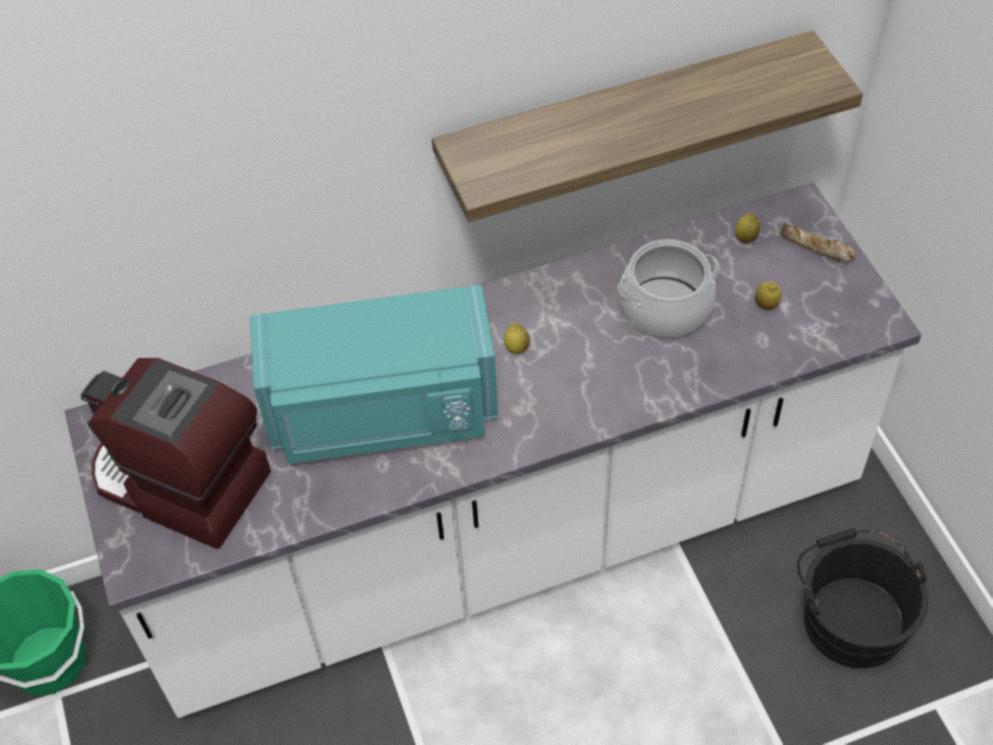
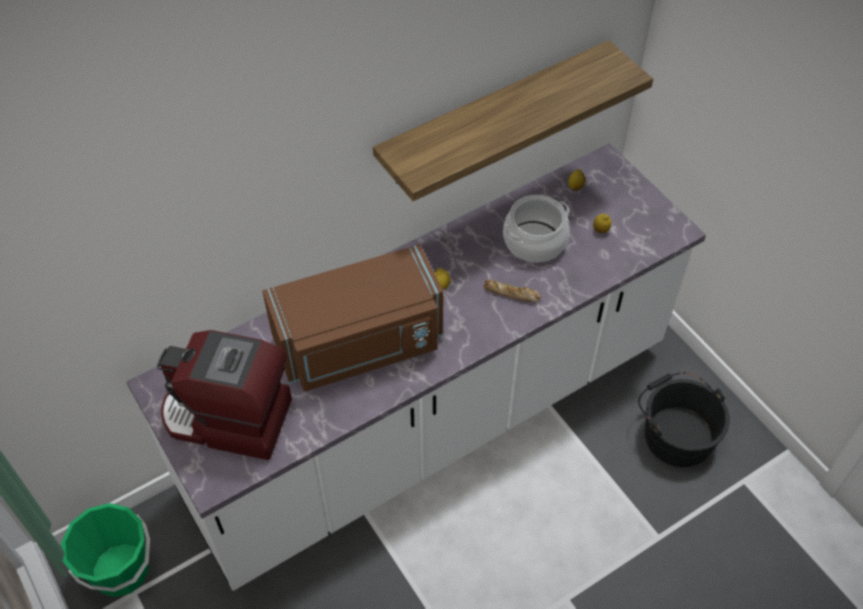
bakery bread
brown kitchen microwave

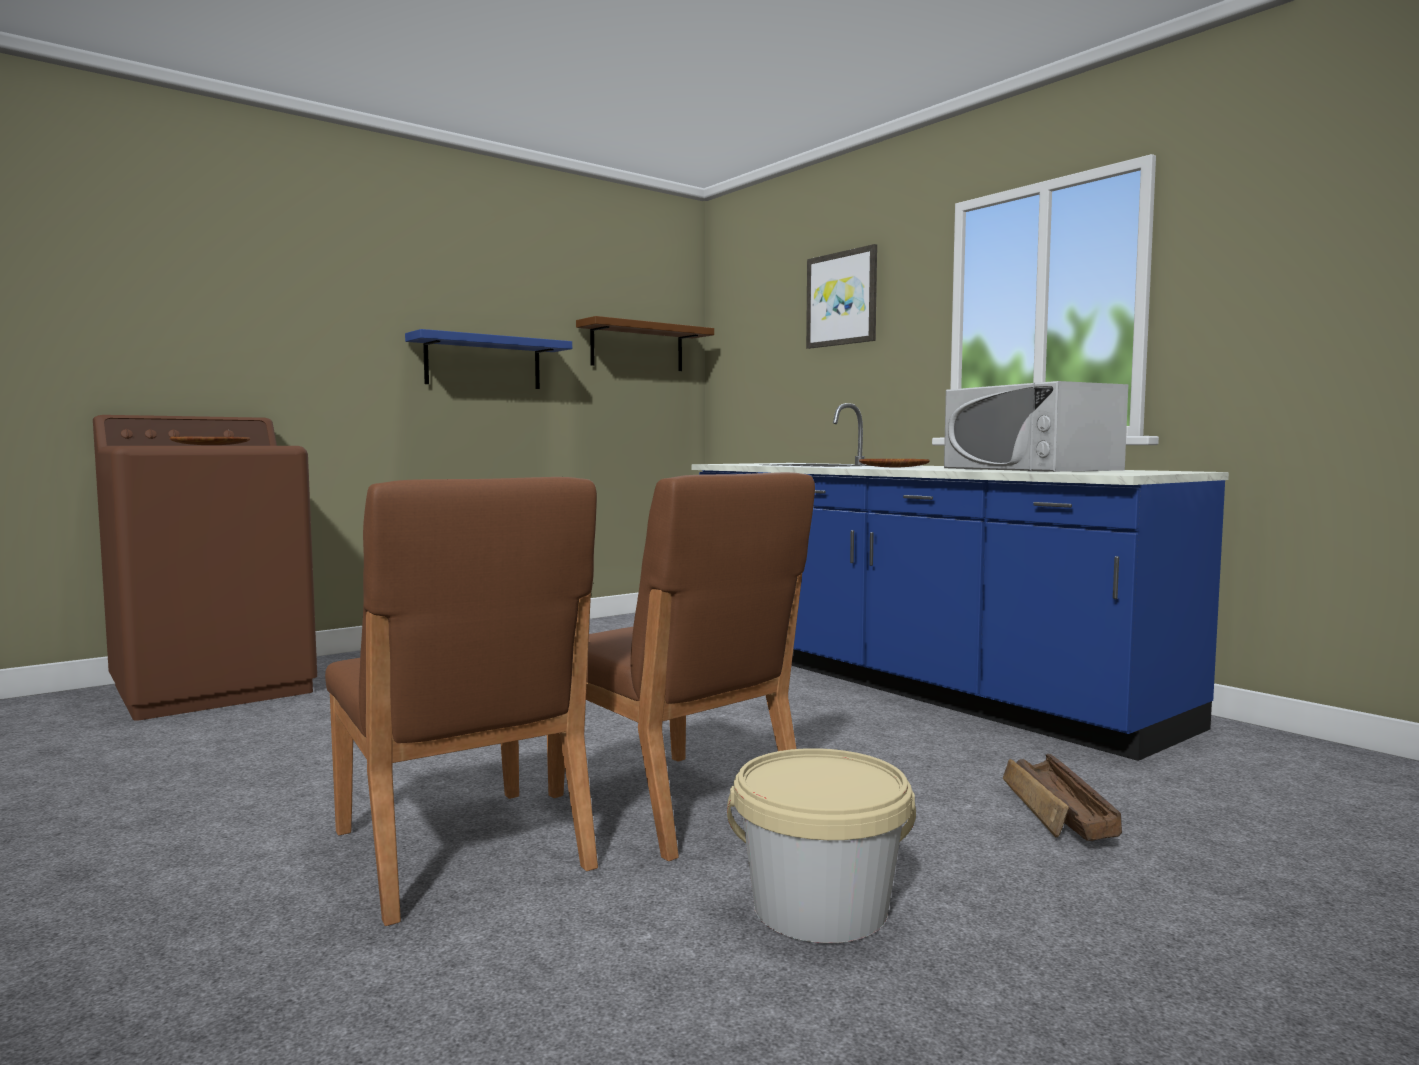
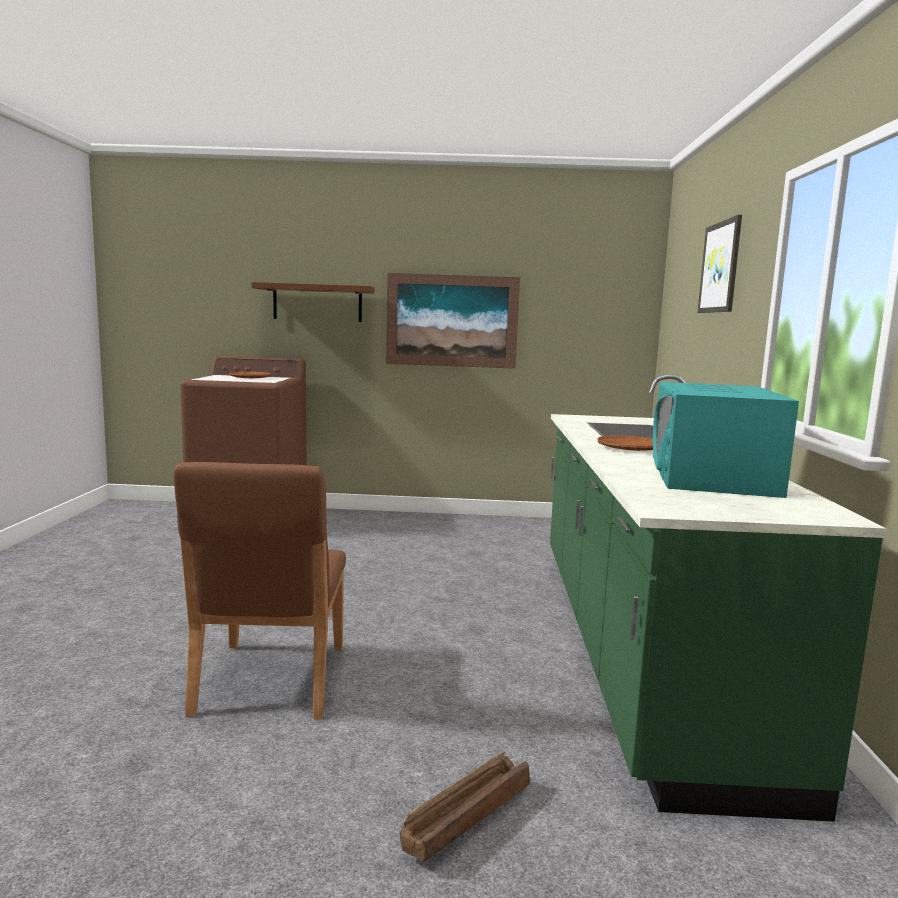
brown wall shelf
wall art (no. 1 from left)
turquoise kitchen microwave
green counter
brown upright chair (no. 1 from left in the first image)
sand-coloured bucket

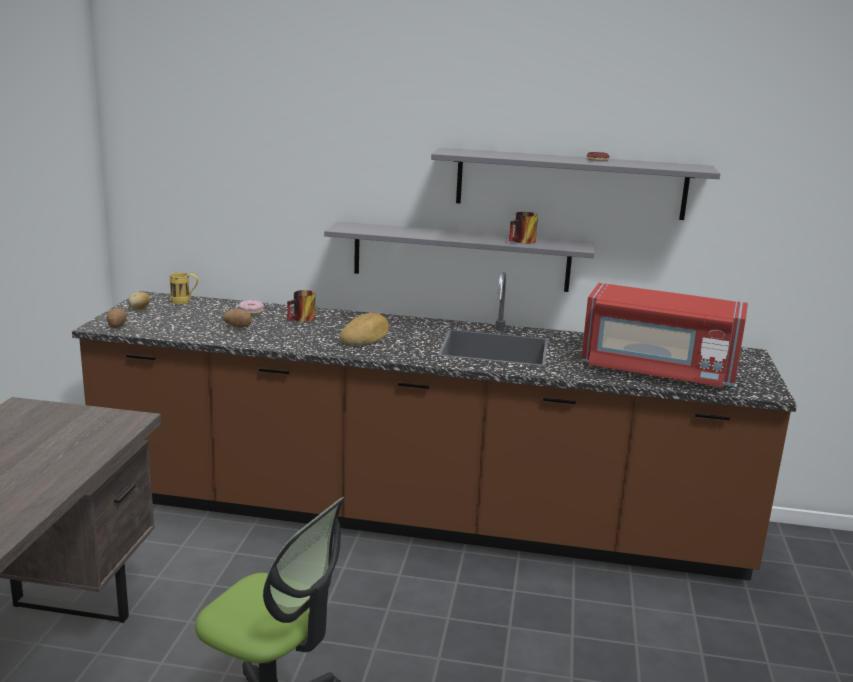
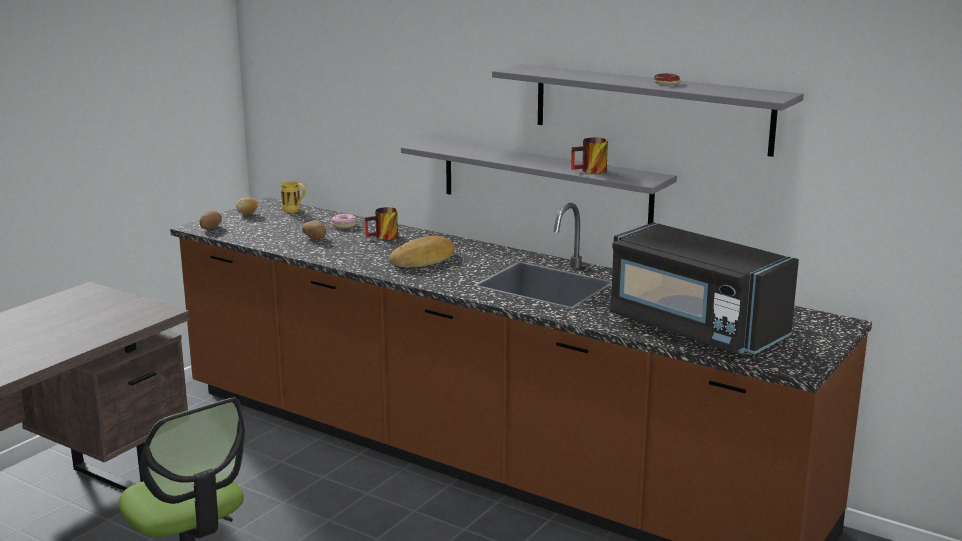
blackish kitchen microwave

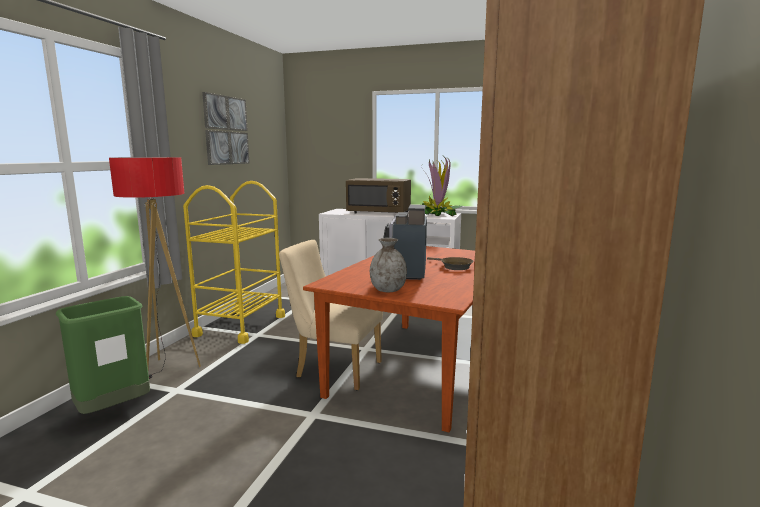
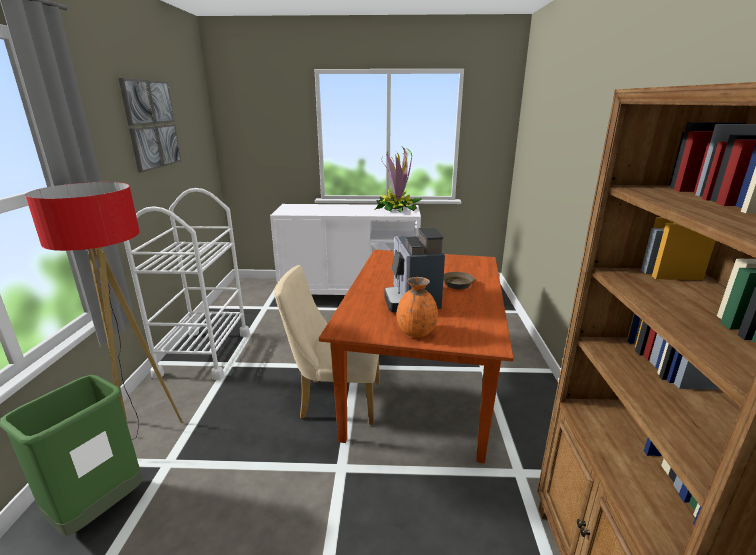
brown kitchen microwave
white cart
orange flower vase

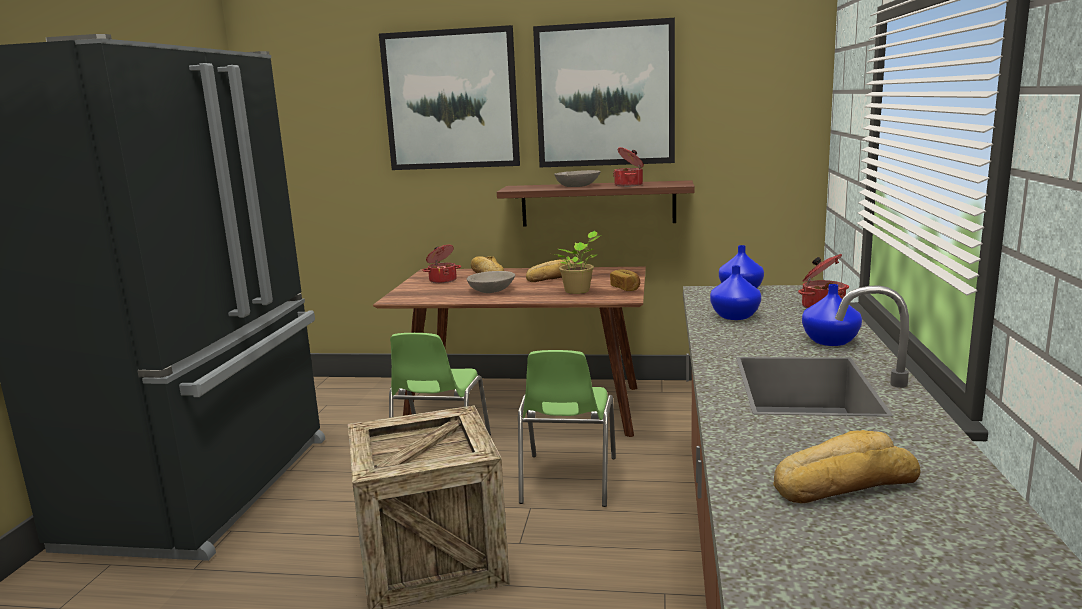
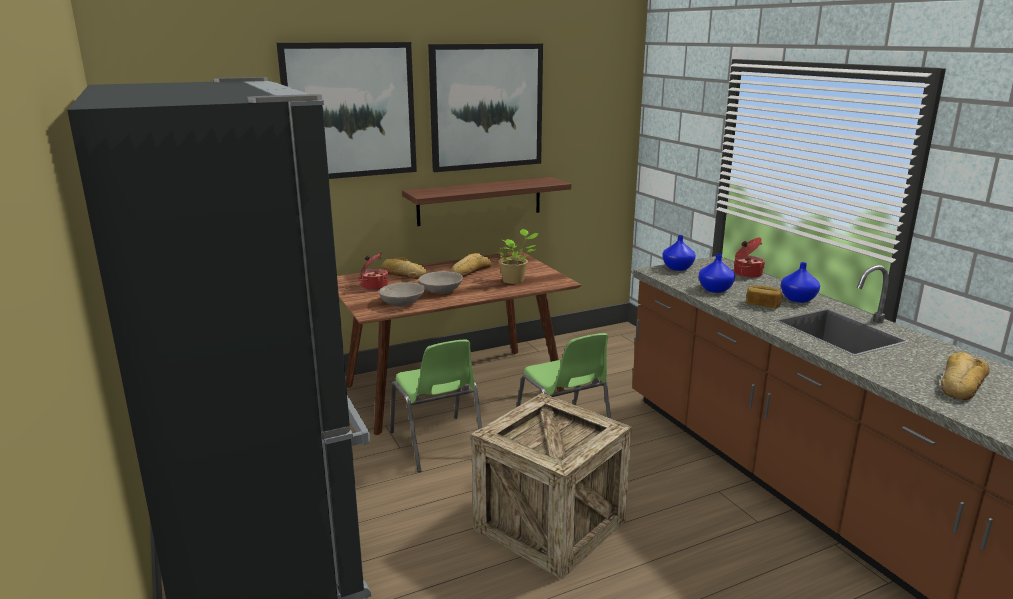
stockpot (no. 2 from left in the first image)
greyish bowl (no. 1 from left)
bakery bread (no. 3 from left)

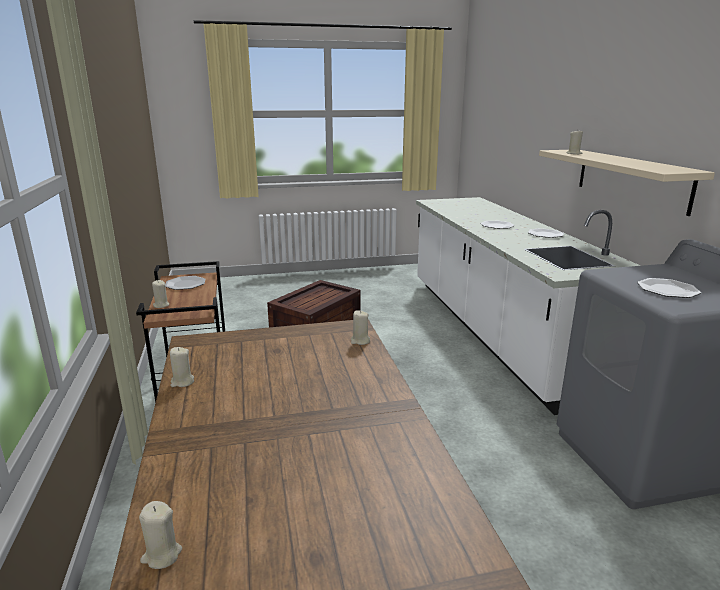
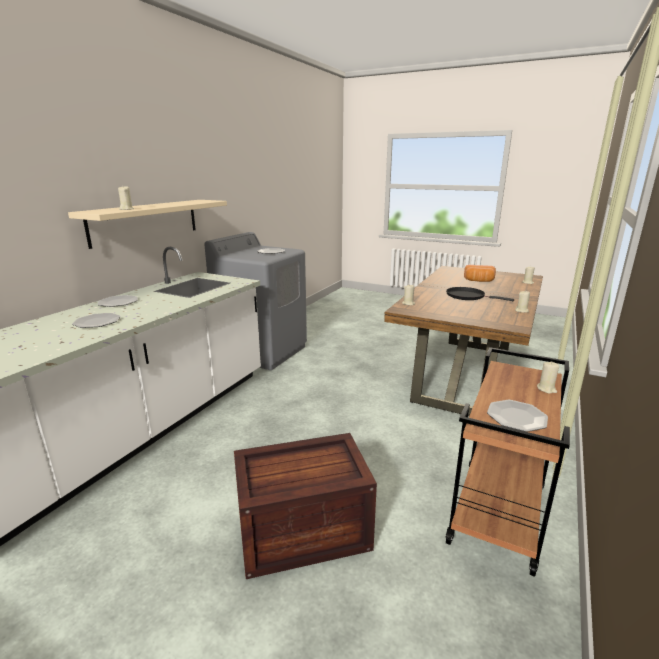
bakery bread
blackish skillet

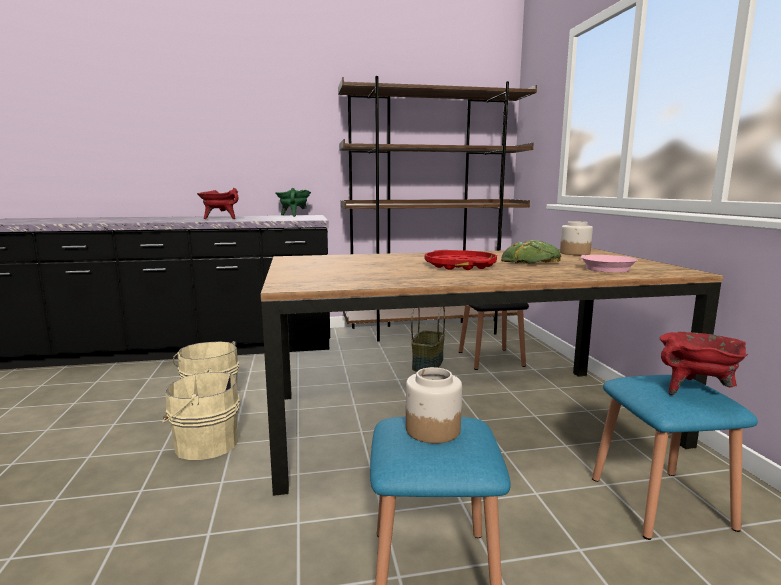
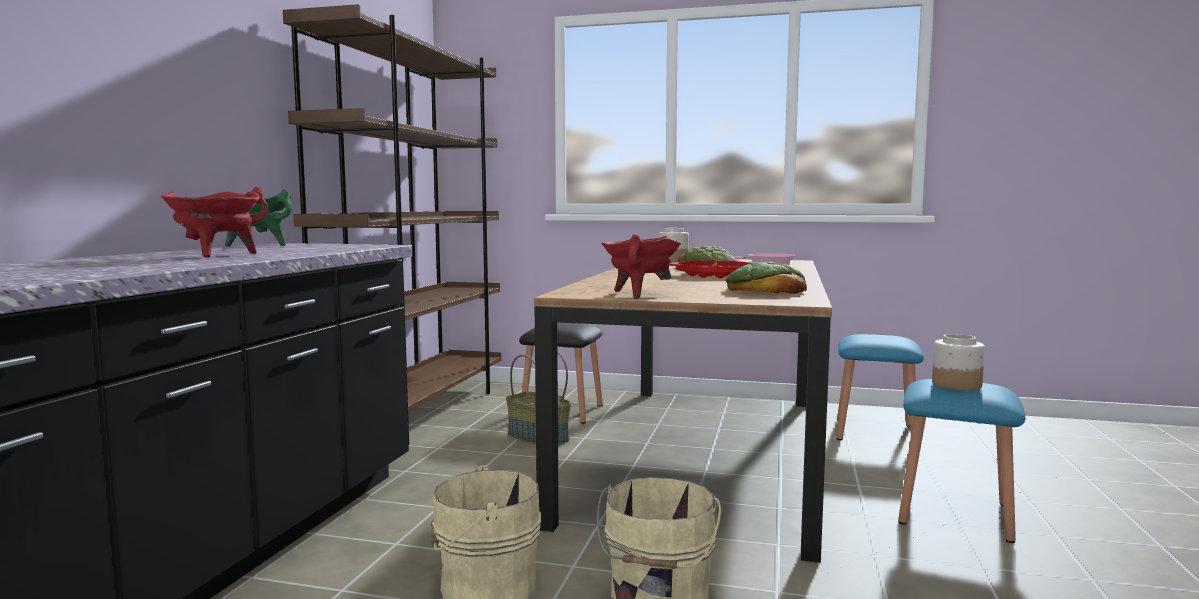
red-coloured stockpot (no. 2 from left)
bakery bread (no. 2 from left)

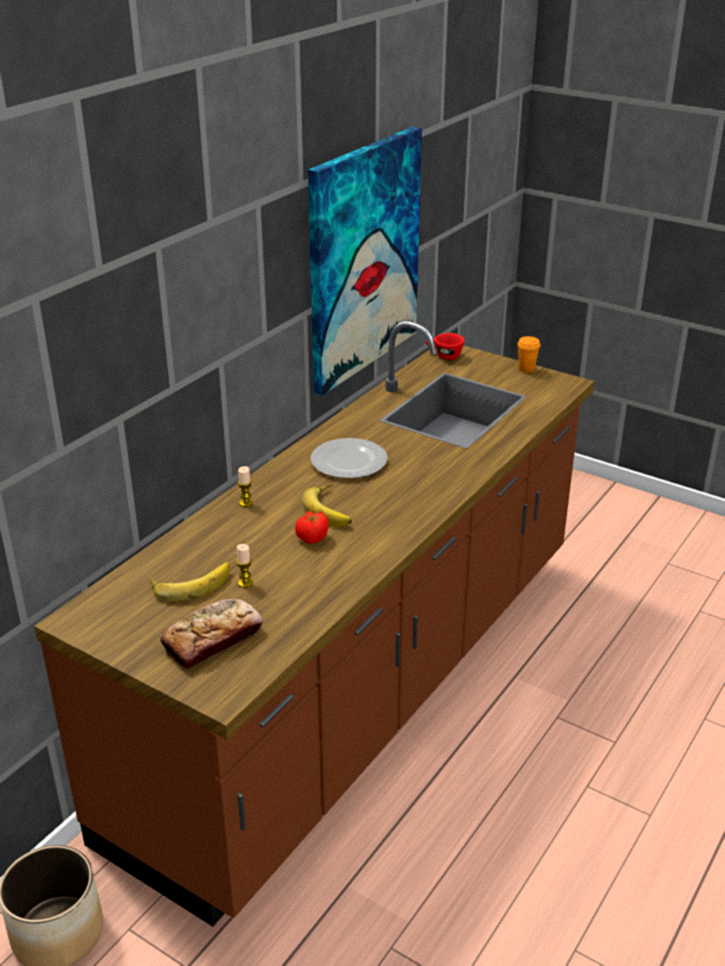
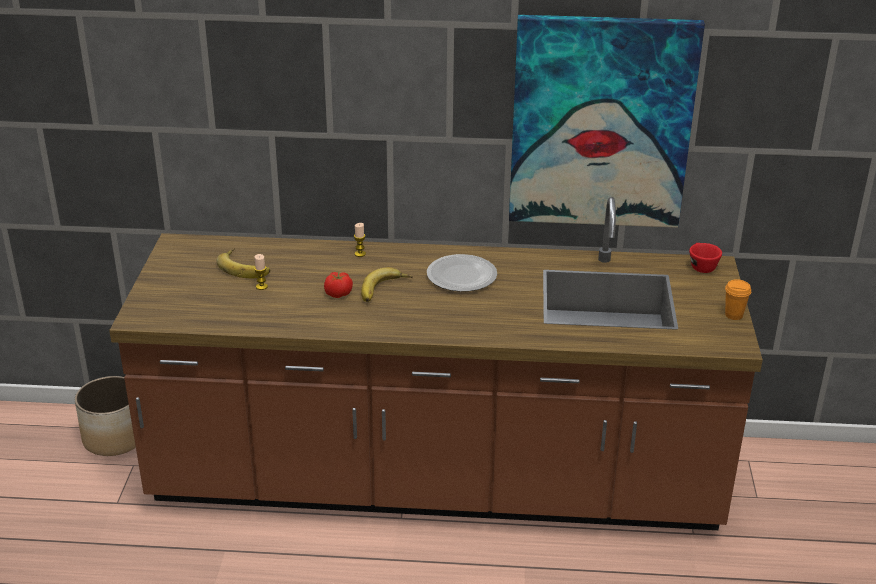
bakery bread

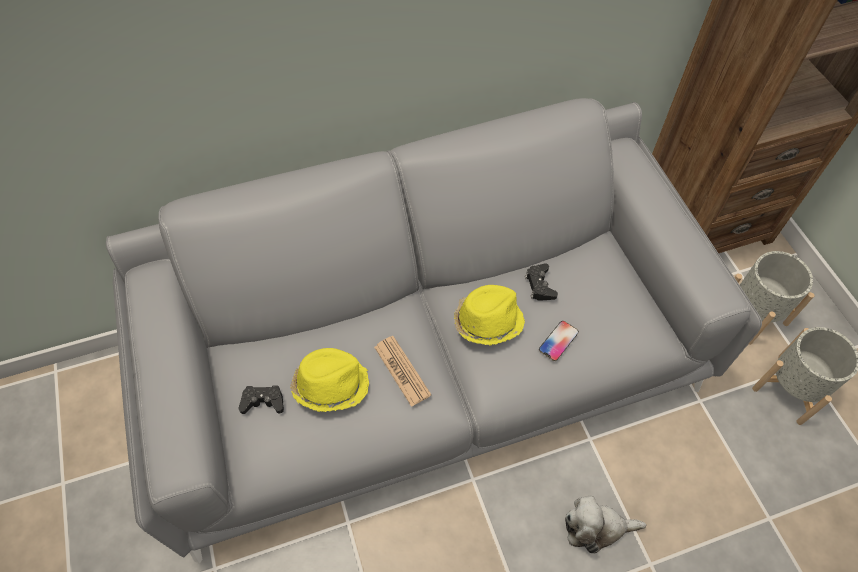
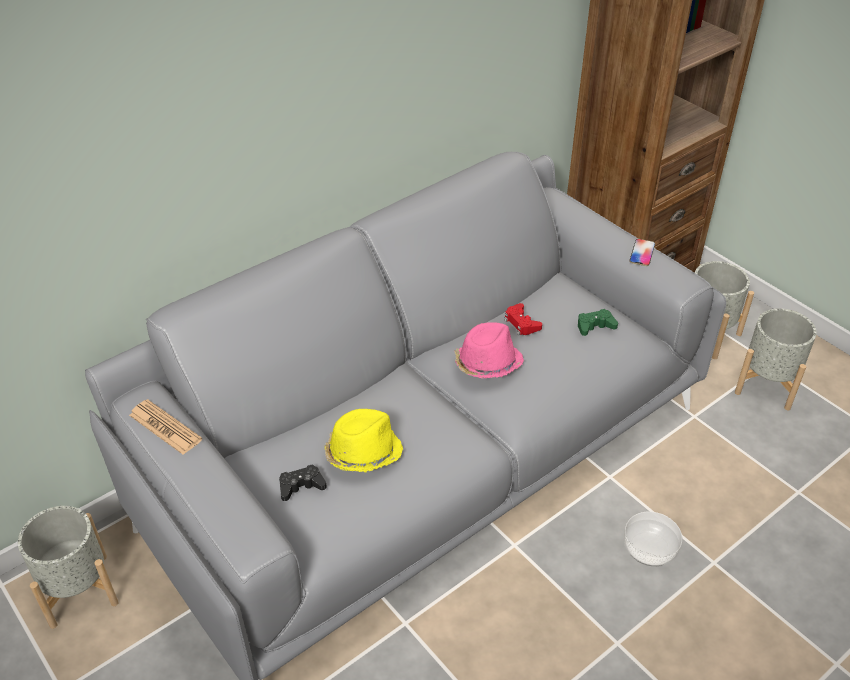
red-coloured game controller
pinkish clothing hat
telephone
daily paper
bowl
green game controller
greyish flower pot (no. 1 from left)

